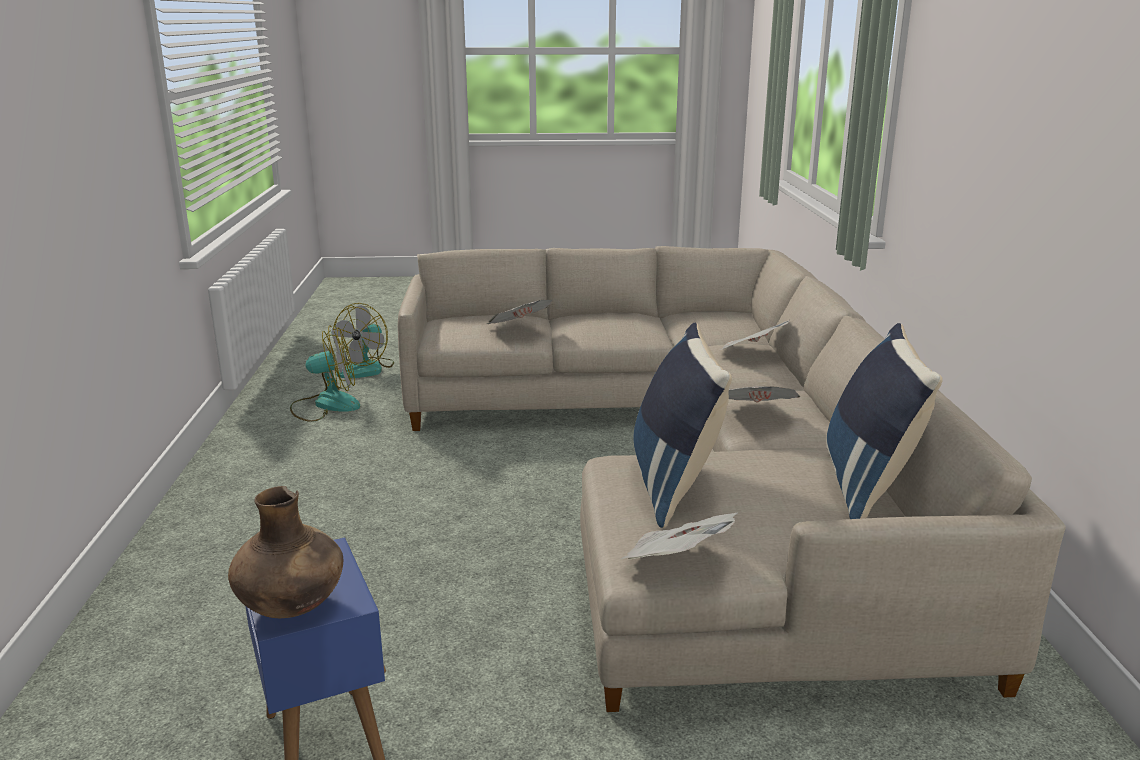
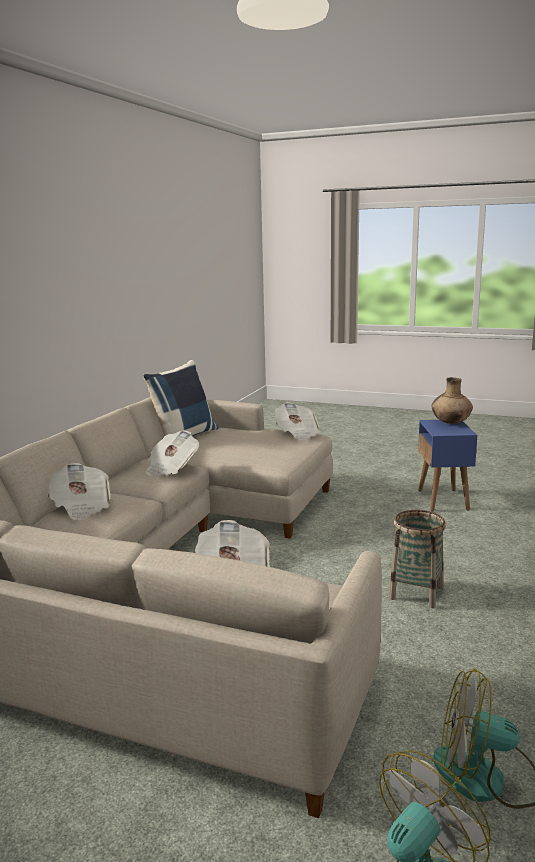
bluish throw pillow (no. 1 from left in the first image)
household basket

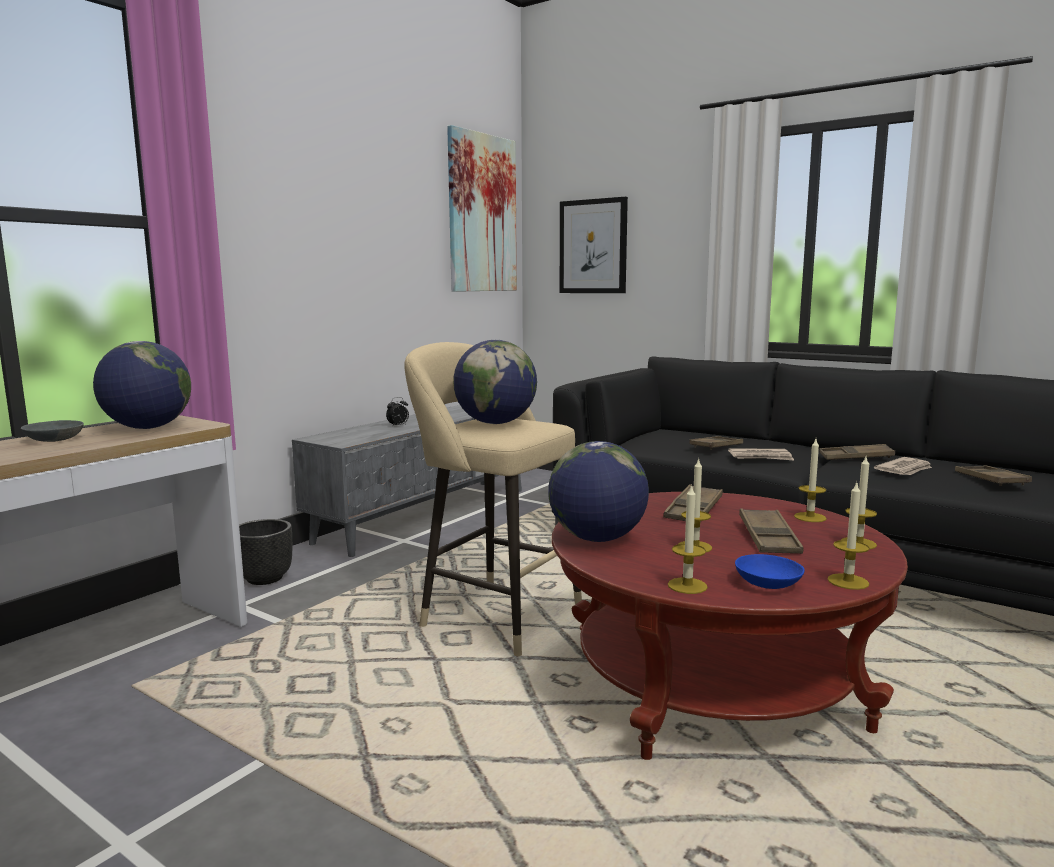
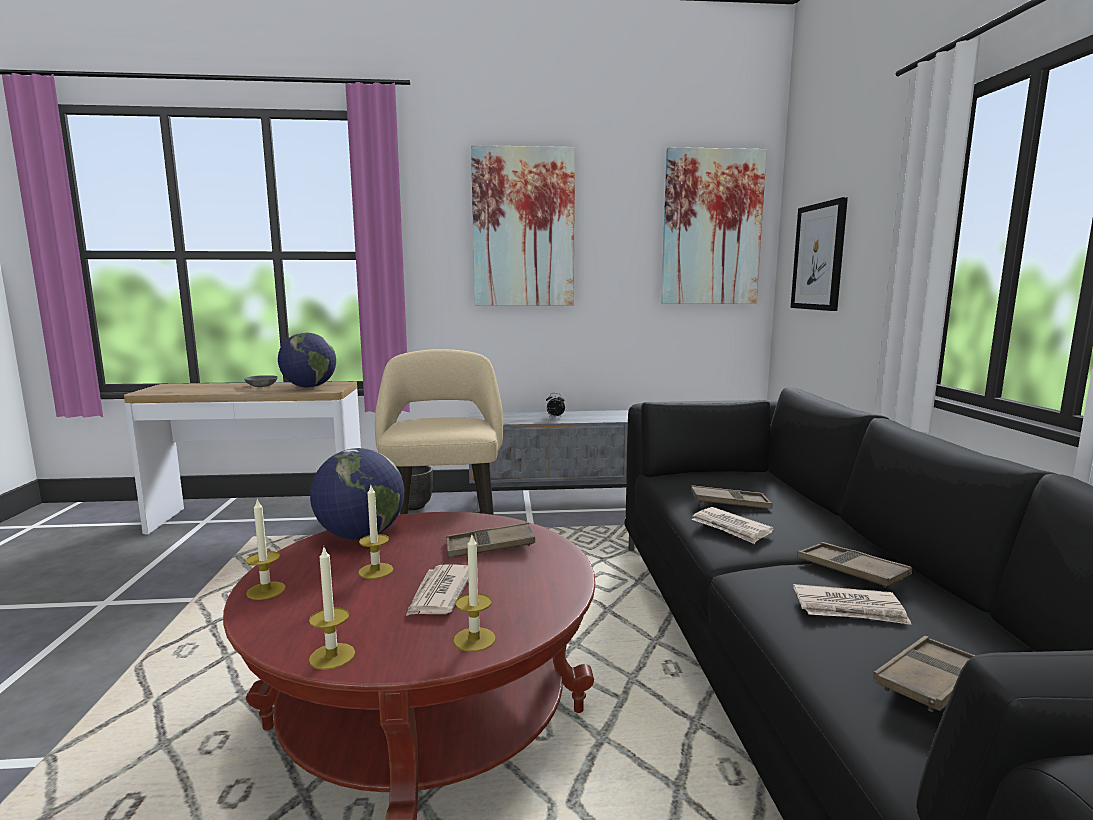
globe (no. 2 from left in the first image)
wax light (no. 3 from left in the first image)
daily paper (no. 1 from left)
bluish bowl
wall art (no. 1 from left)

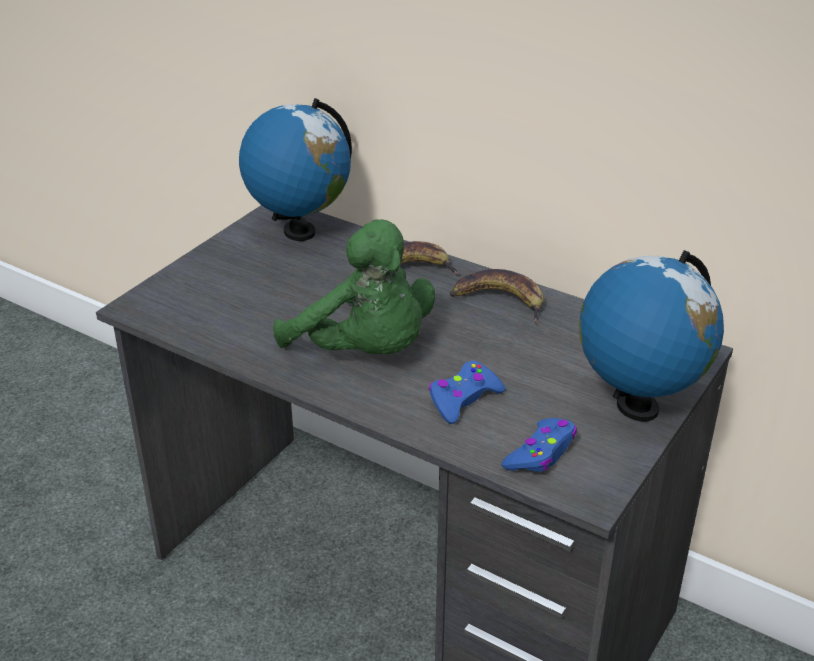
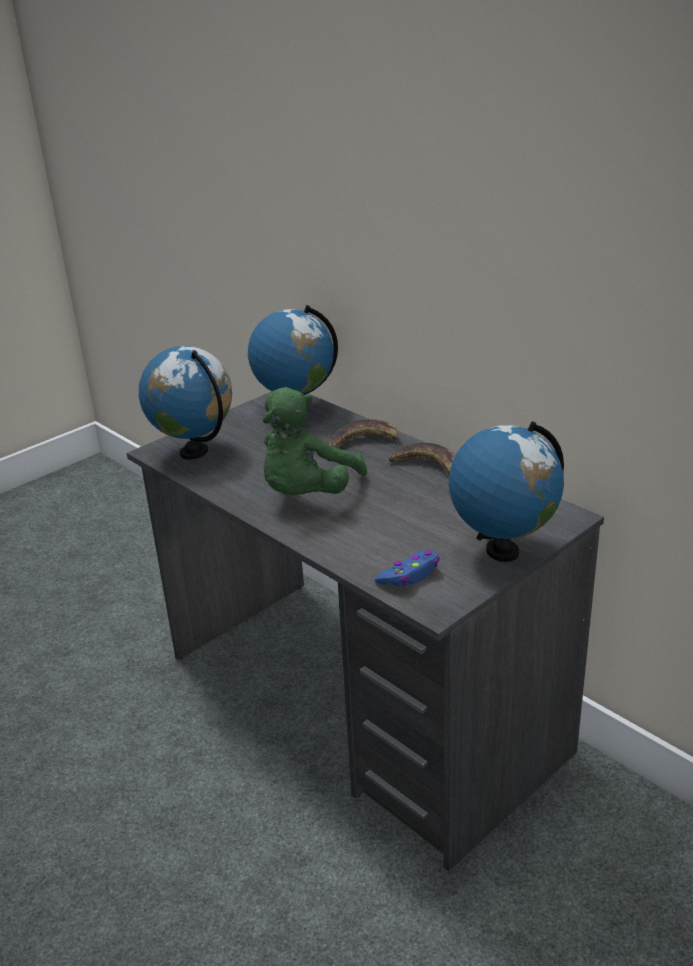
green plush toy
bluish game controller (no. 1 from left in the first image)
globe (no. 1 from left)

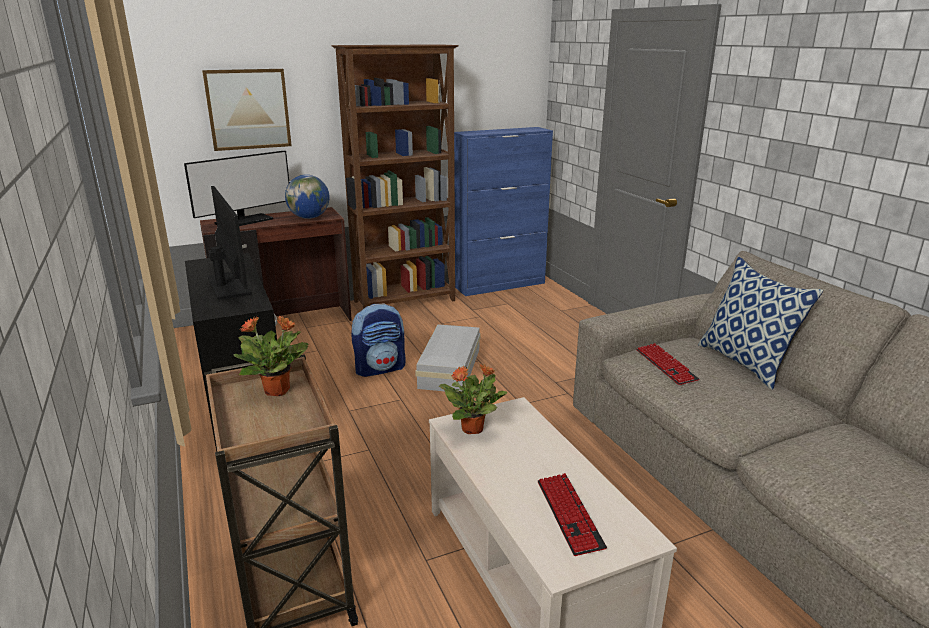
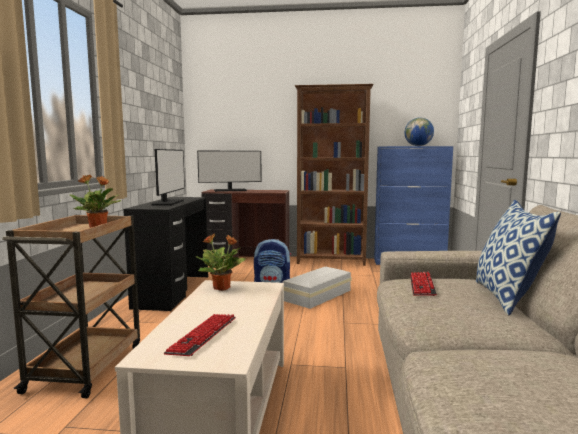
wall art
globe

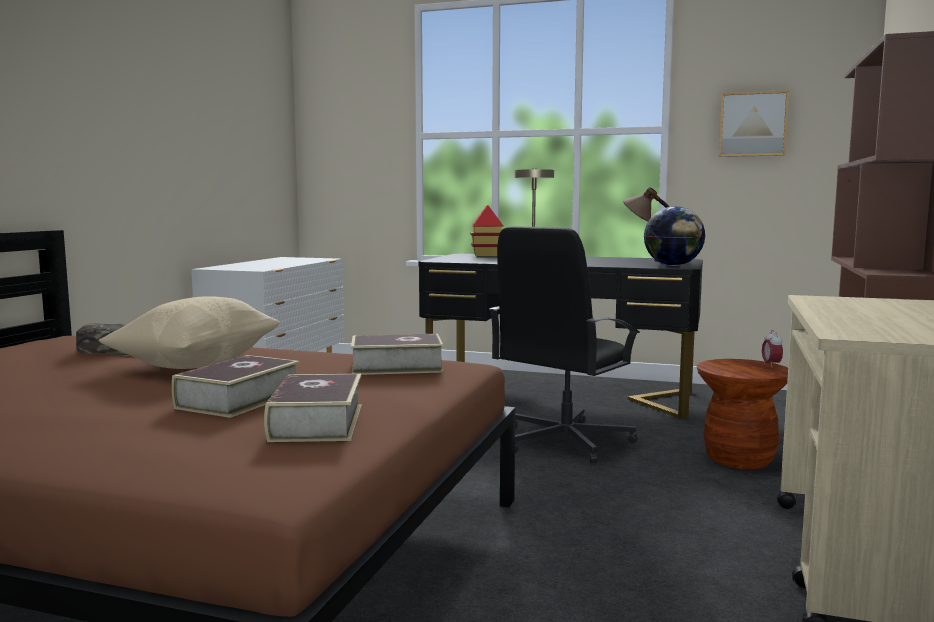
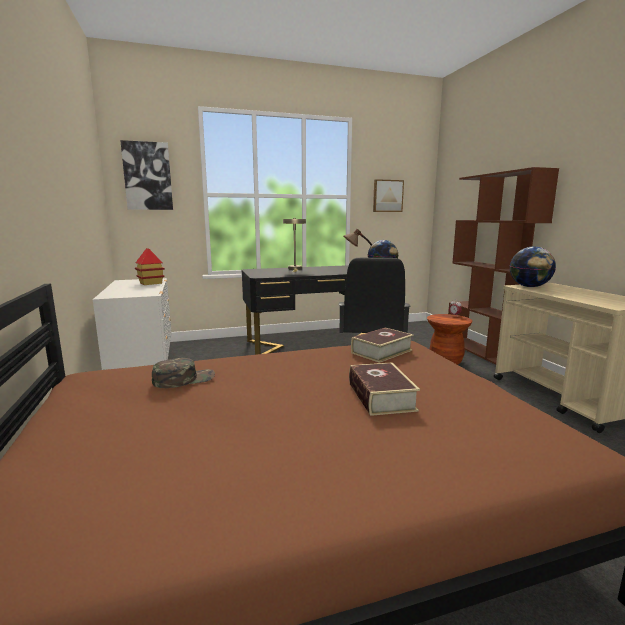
miniature house
sand-coloured throw pillow
bound book (no. 2 from left in the first image)
wall art (no. 1 from left)
globe (no. 2 from left)

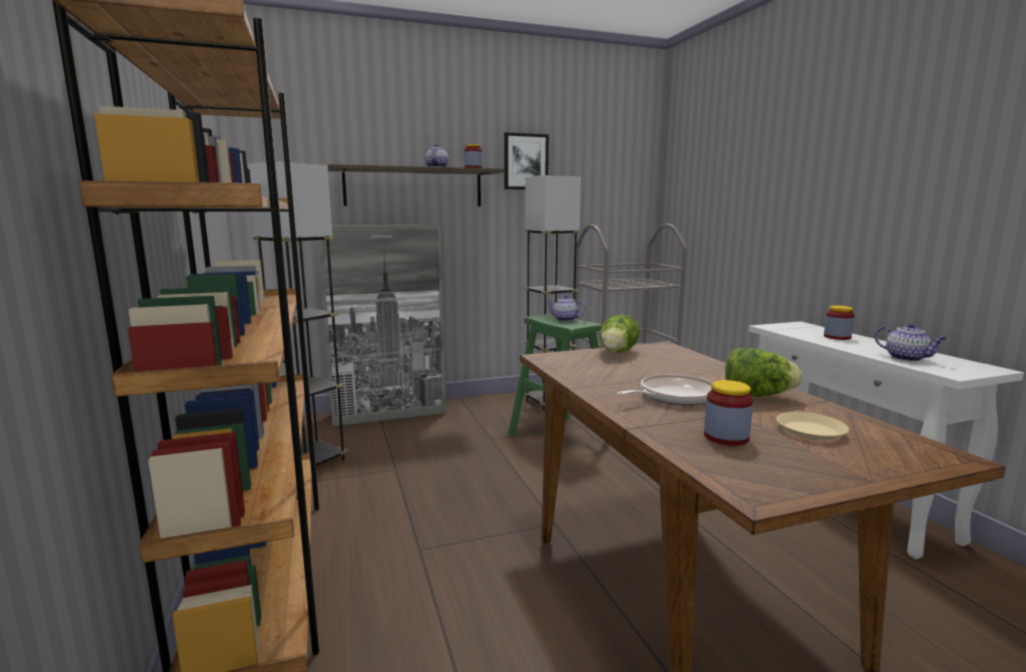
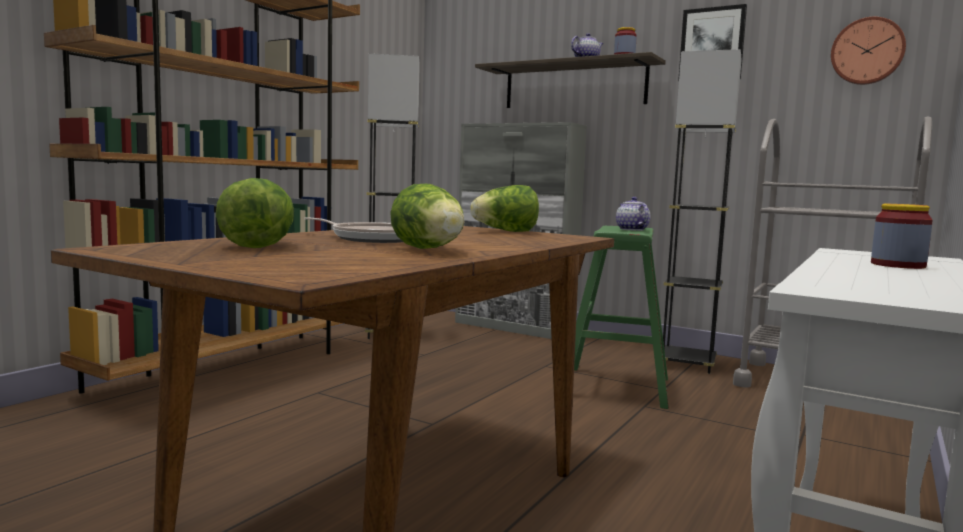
teapot (no. 3 from left in the first image)
lettuce (no. 1 from left)
sand-coloured flat dish
wall clock

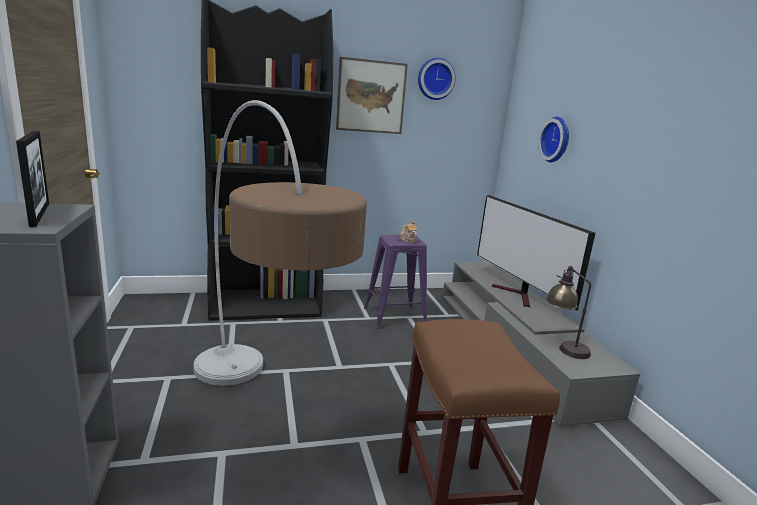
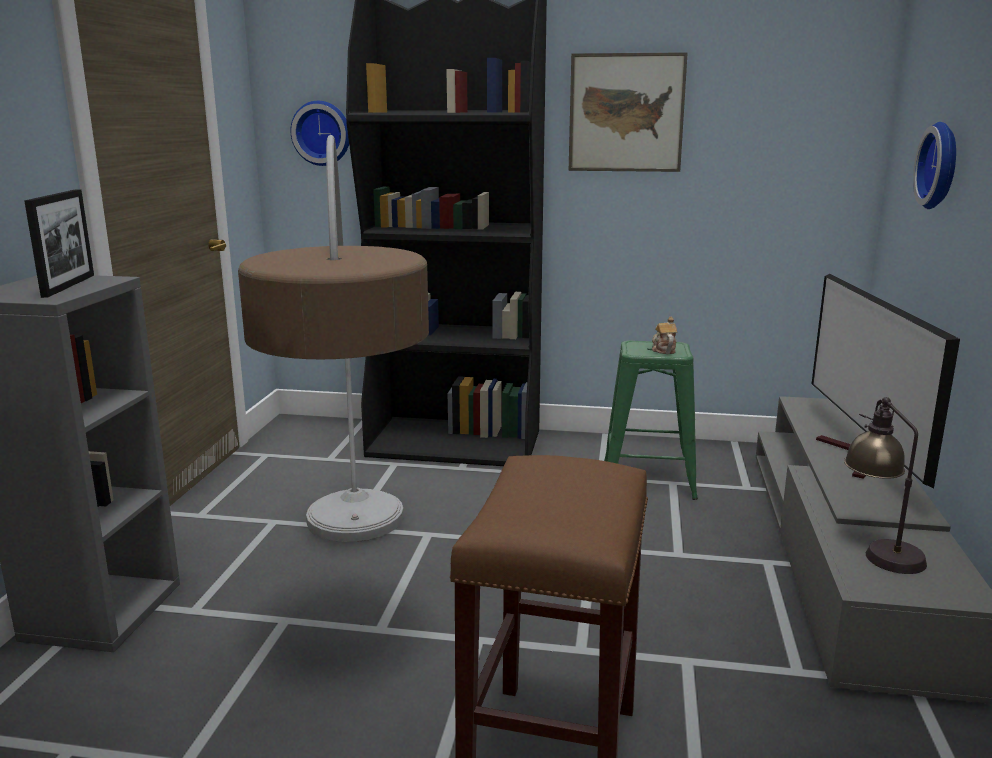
wall clock (no. 1 from left)
green stool seat

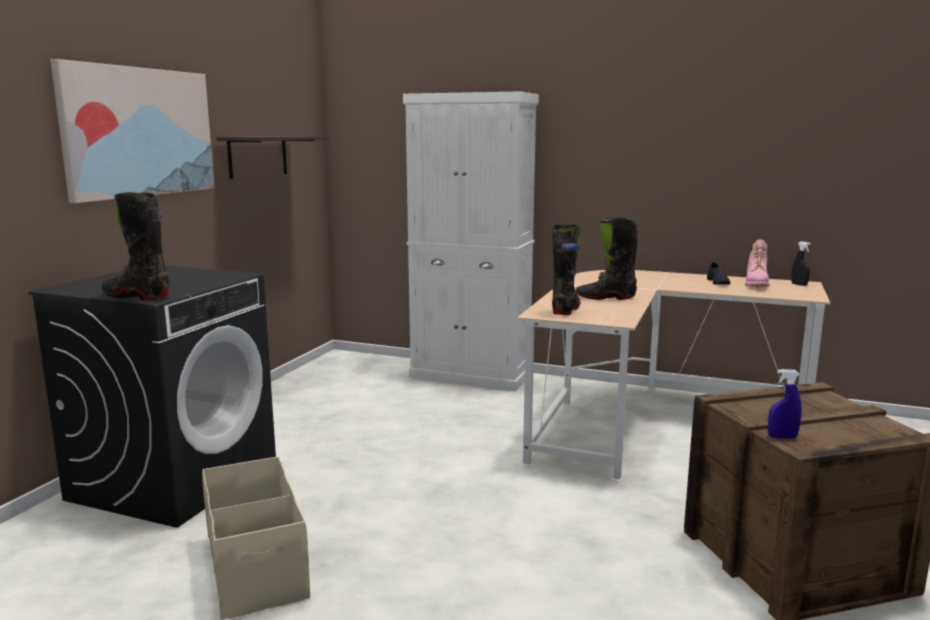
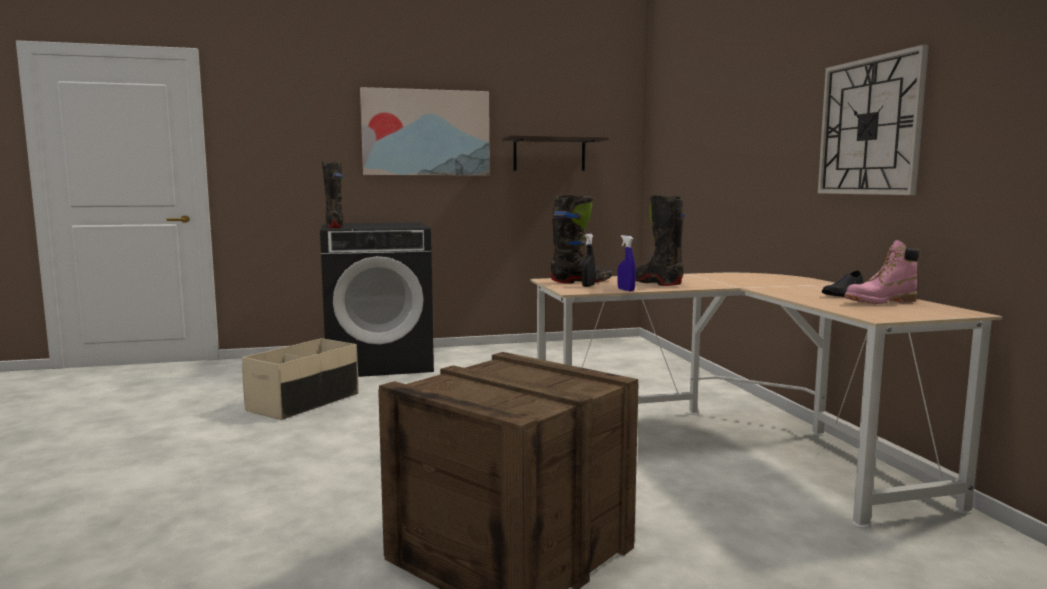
white cabinet
blackish sprayer
bluish sprayer
wall clock

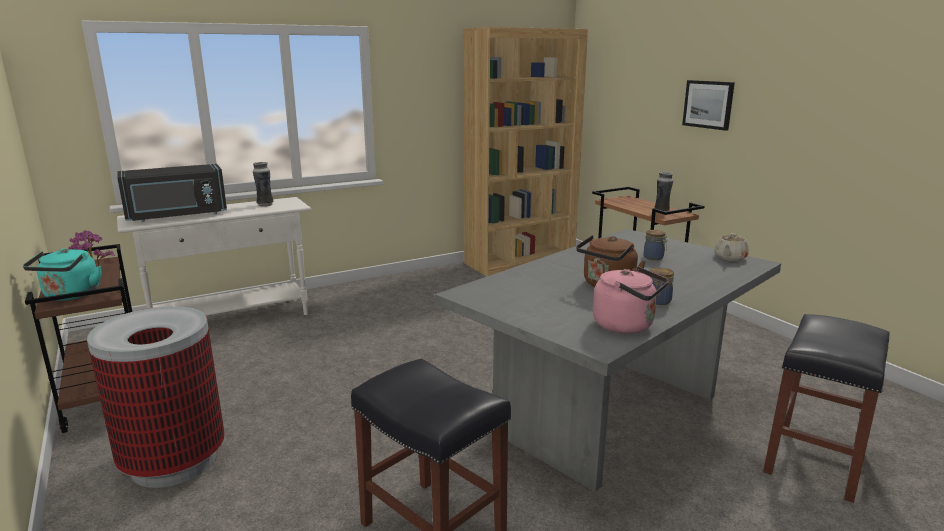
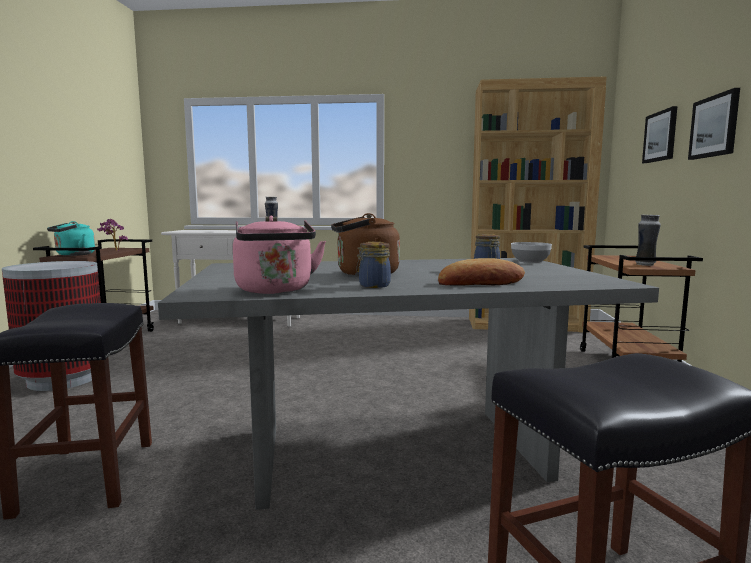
blackish kitchen microwave
sand-coloured teapot
wall art (no. 1 from left)
bowl
bakery bread

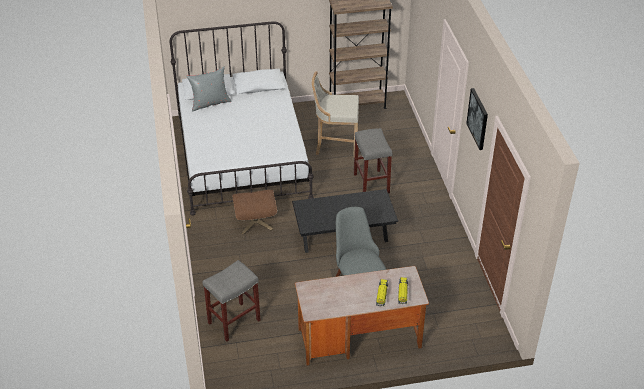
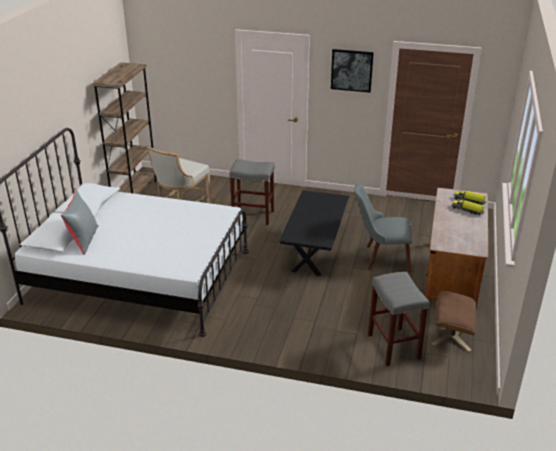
brown footrest

